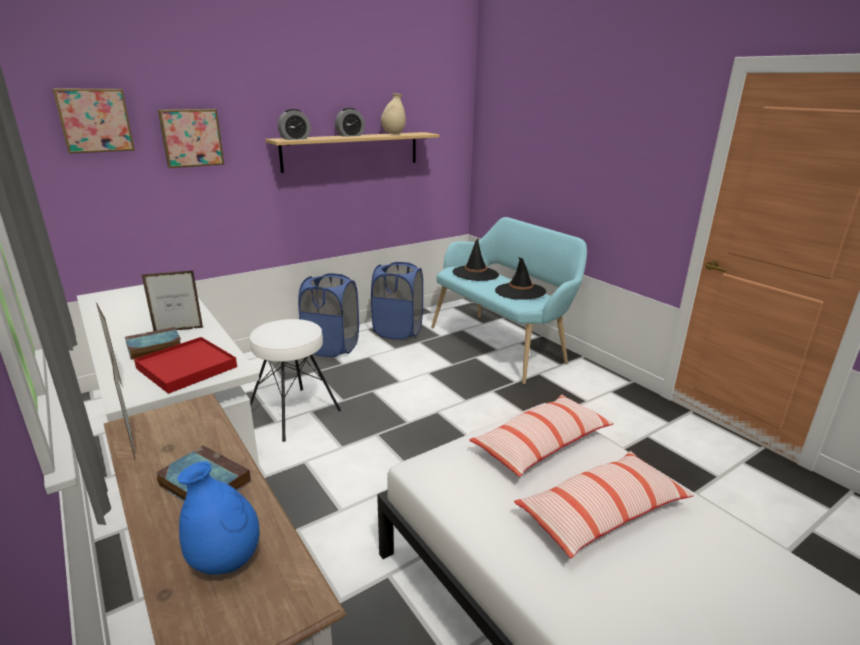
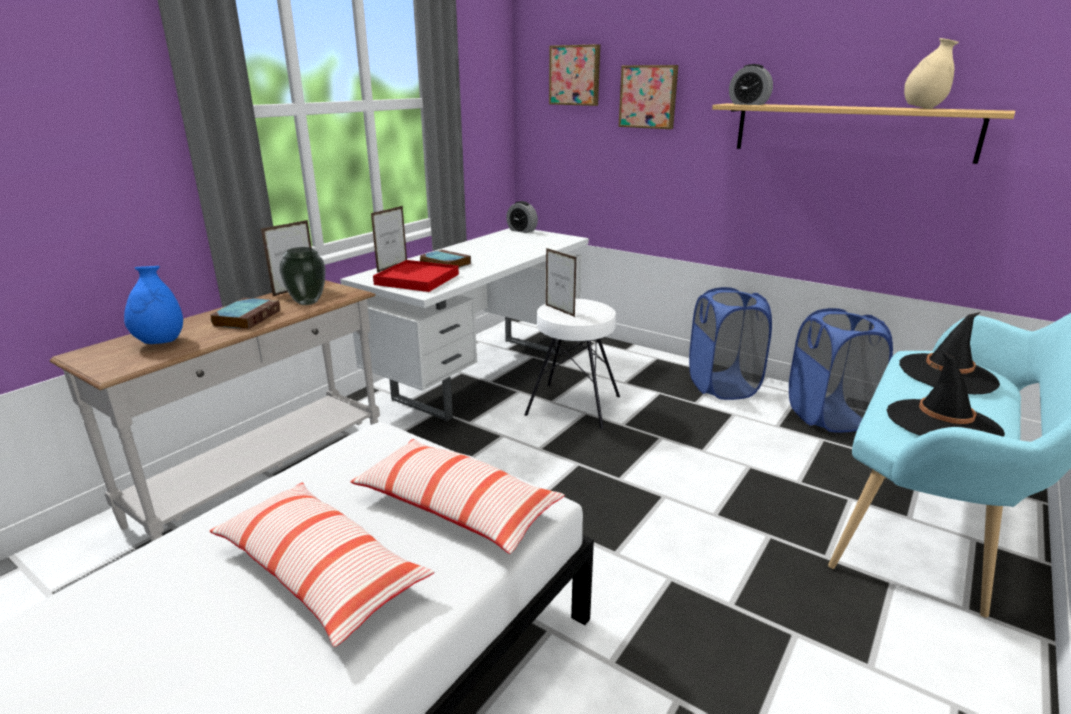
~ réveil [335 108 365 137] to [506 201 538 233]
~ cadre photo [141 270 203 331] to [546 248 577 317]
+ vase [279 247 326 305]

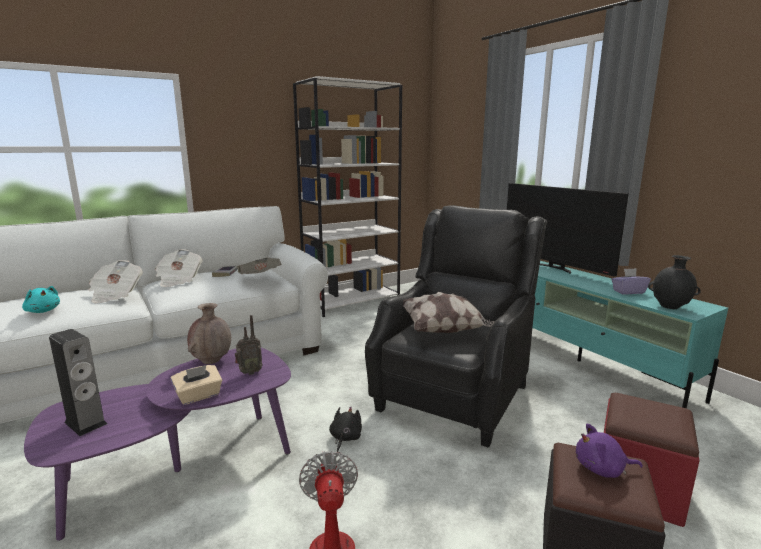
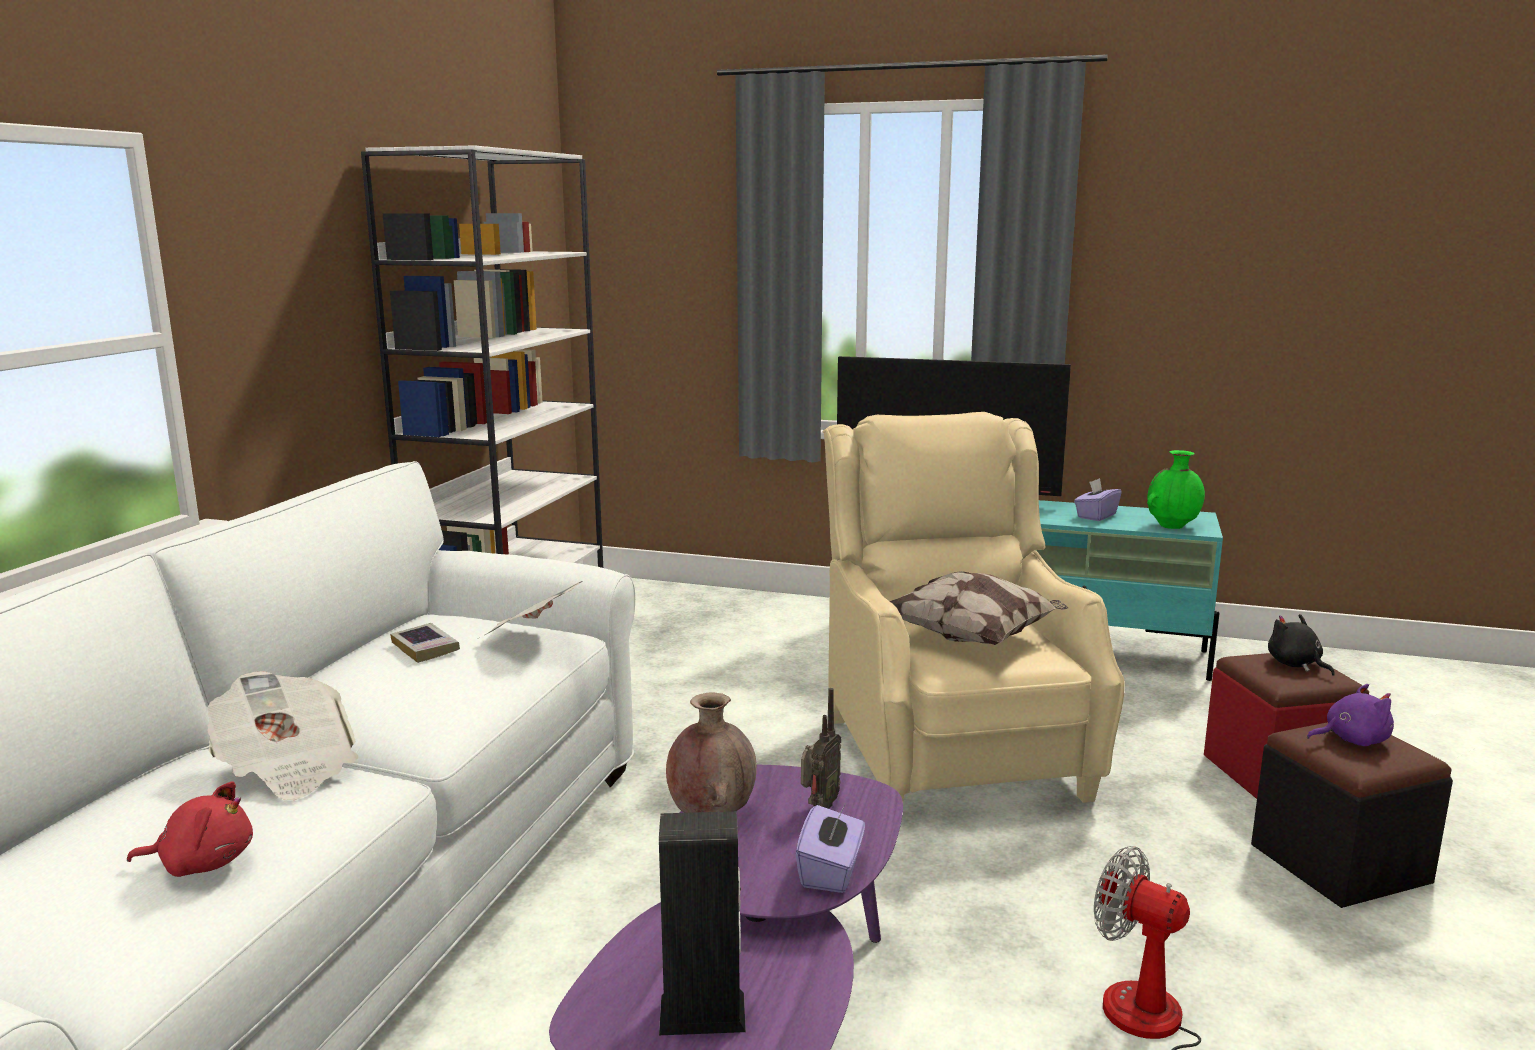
~ fauteuil [noir] [365 205 547 448] to fauteuil [beige] [822 412 1125 803]
- journal [155 249 203 287]
~ vase [noir] [648 255 701 309] to vase [vert] [1147 450 1205 529]
~ peluche [turquoise] [22 286 60 313] to peluche [rouge] [127 781 253 877]
~ boîte à mouchoirs [beige] [170 365 222 405] to boîte à mouchoirs [violet] [796 805 865 893]
~ peluche [noir] [329 406 362 452] to [1268 614 1335 676]
~ peluche [violet] [576 424 643 478] = [1307 684 1394 746] 150 degrees counterclockwise

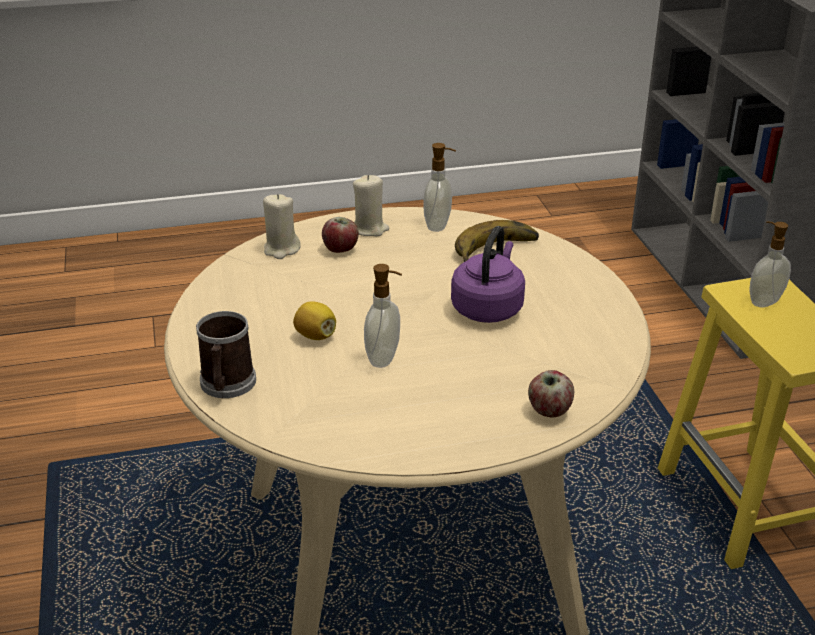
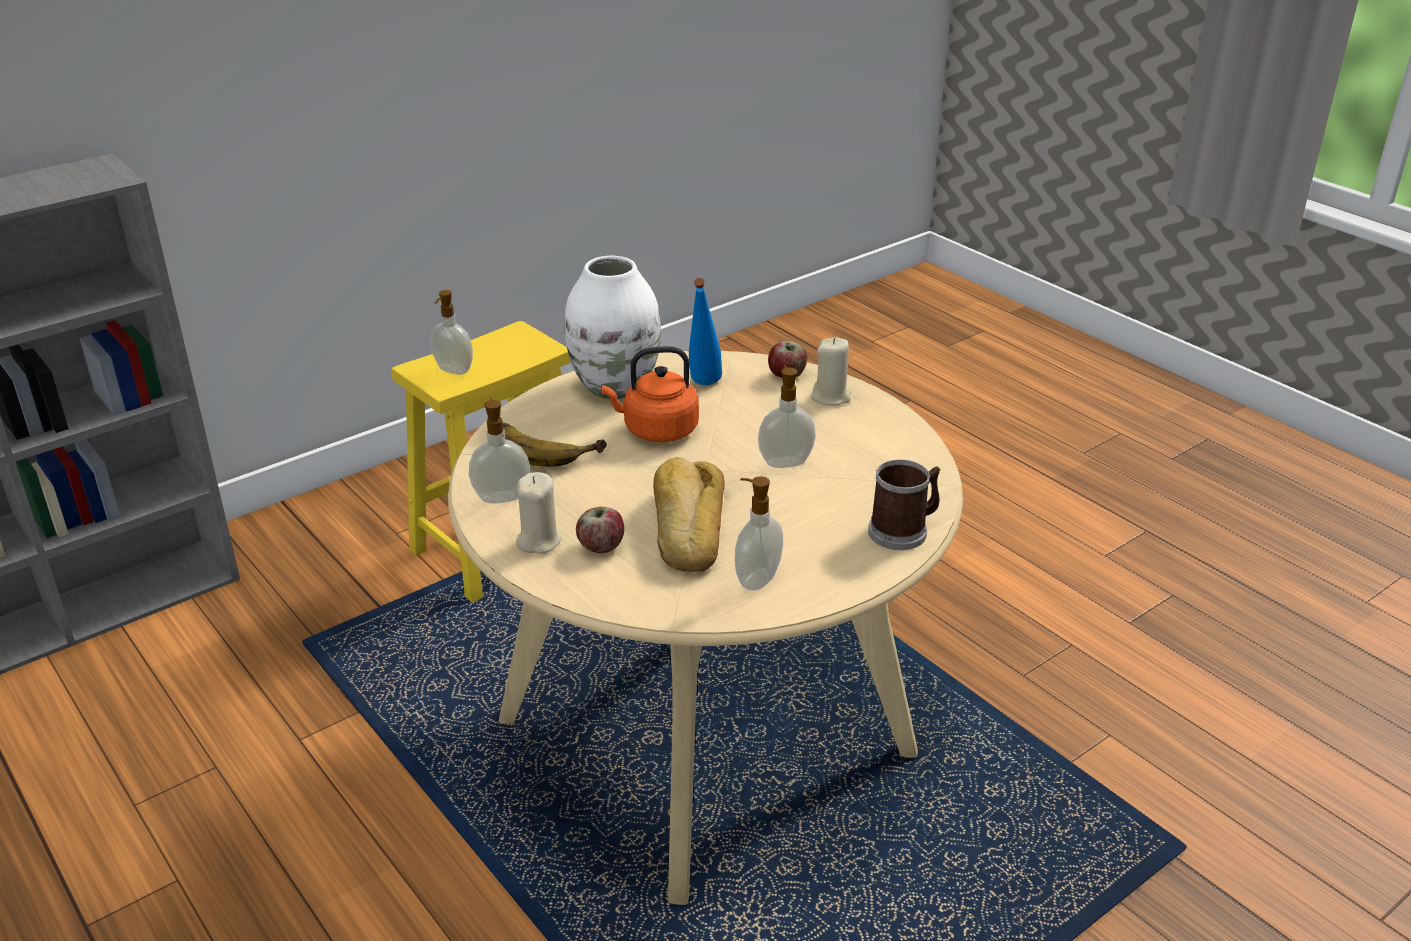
~ bougie [beige] [263 194 301 259] to [811 337 851 406]
~ bouilloire [violet] [451 226 525 323] to bouilloire [orange] [601 346 699 442]
- citron [293 301 336 340]
+ vase [blanc] [565 256 661 399]
+ bouteille [bleu] [689 278 722 385]
+ pain [653 457 725 572]
+ distributeur de savon [735 476 783 591]

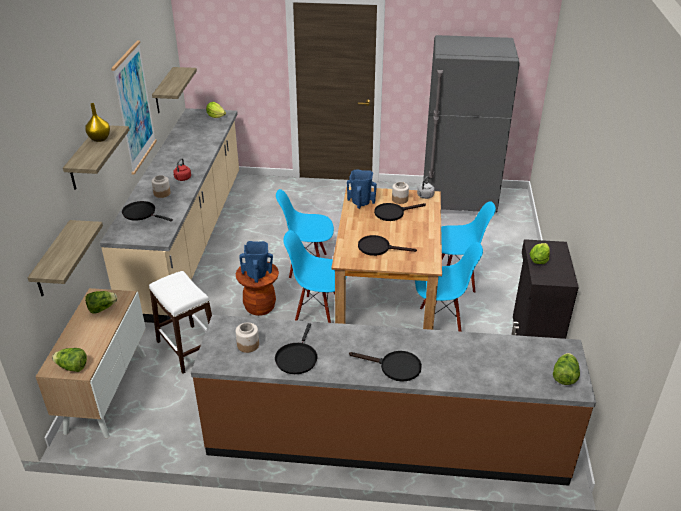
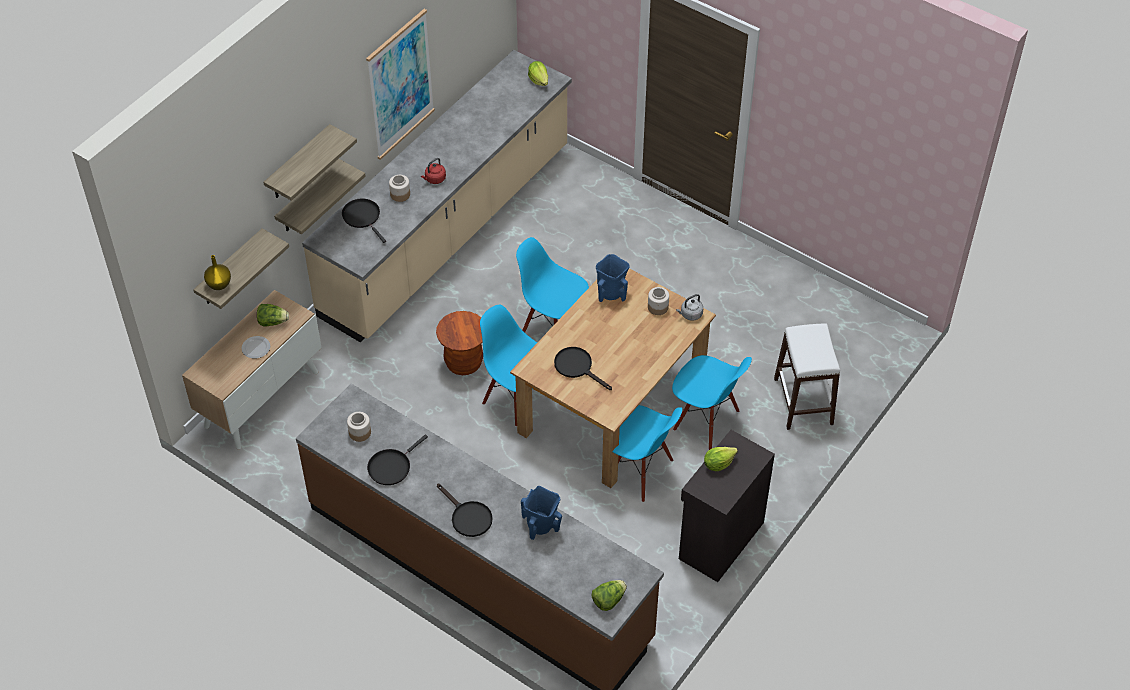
- réfrigérateur [gris] [423 35 520 212]
~ étagère [152 67 197 113] to [274 159 365 234]
~ vase [jaune] [85 103 110 142] to [204 255 231 290]
- poêle [noir] [374 203 426 221]
~ vase [bleu] [239 241 273 283] to [521 486 562 540]
~ tabouret [blanc] [149 271 212 374] to [774 324 840 430]
- laitue [52 348 87 372]
+ assiette [241 336 270 359]

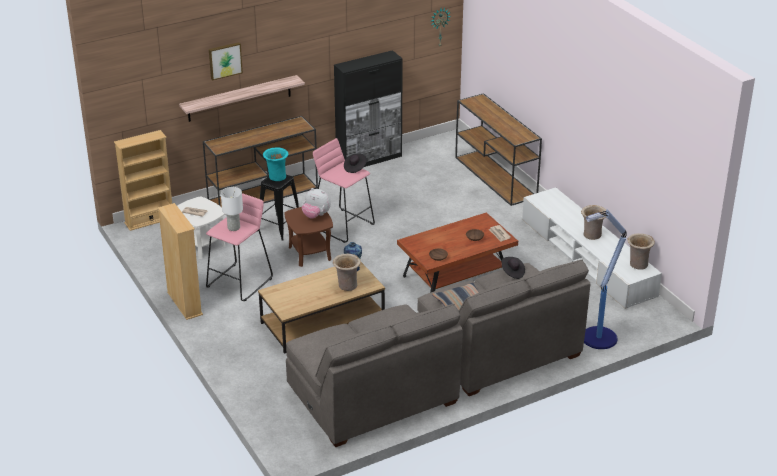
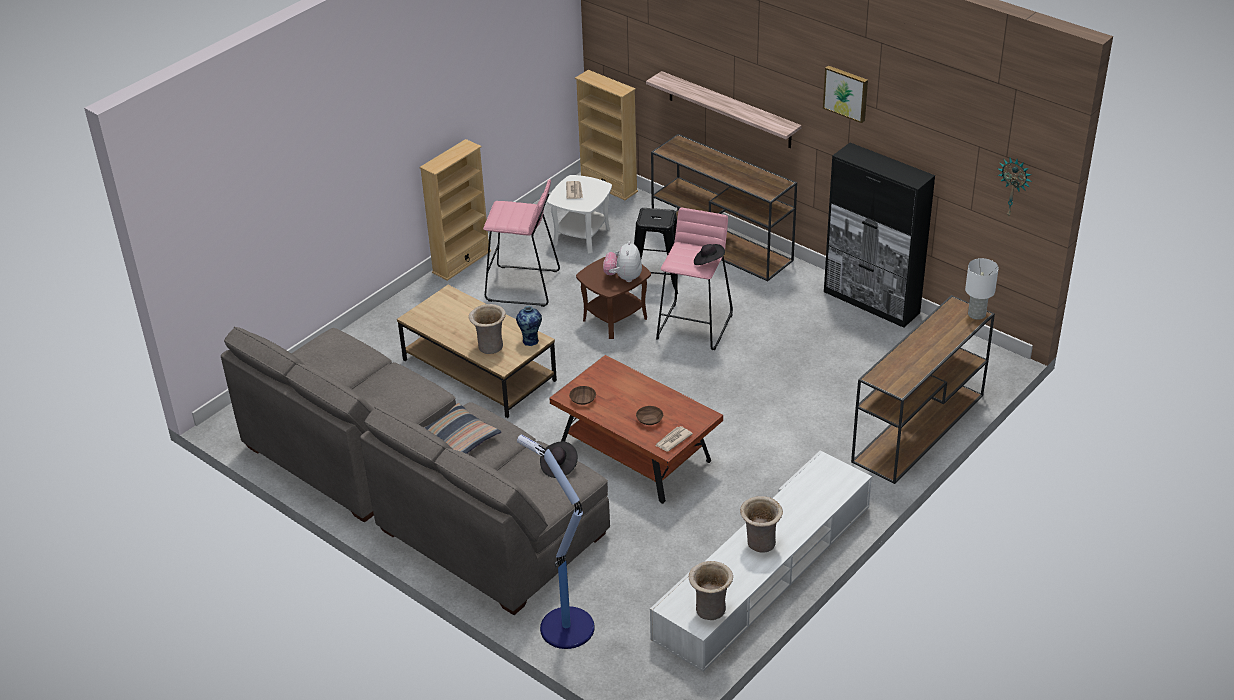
~ tableau [209 42 243 80] to [823 65 868 123]
- vase [turquoise] [263 147 288 181]
~ lampe de table [blanc] [221 187 243 231] to [965 258 999 320]

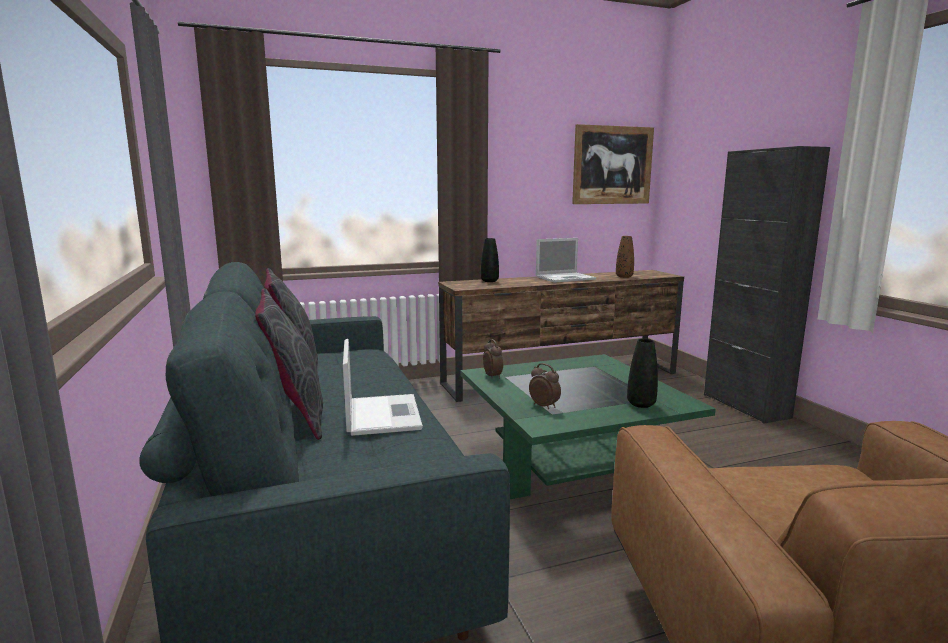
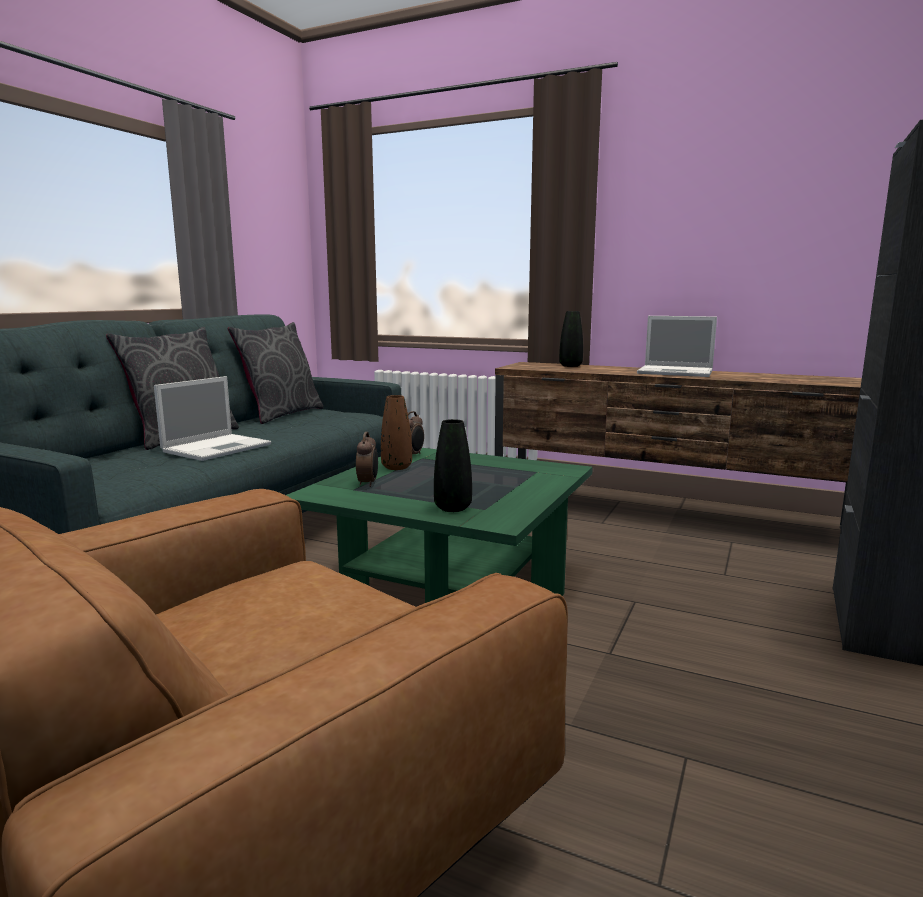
- tableau [572 124 654 204]
~ vase [marron] [616 236 634 278] to [381 395 412 470]

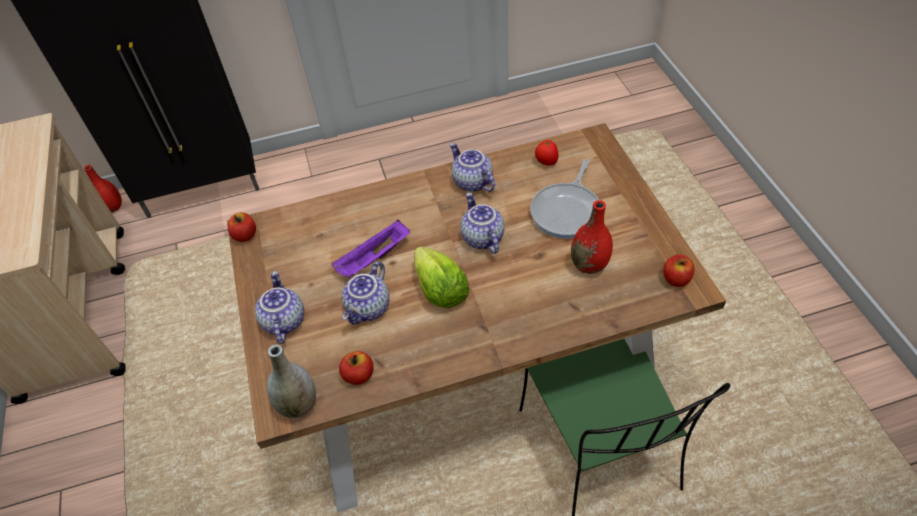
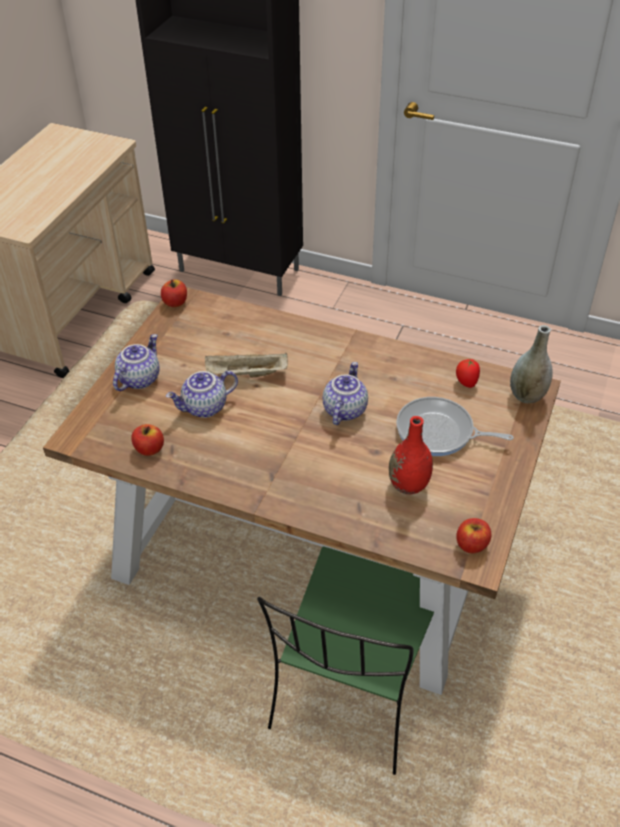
- théière [450 143 495 192]
~ poêle [530 159 599 239] = [396 397 514 456] 45 degrees clockwise
- vase [rouge] [84 165 122 213]
~ plateau [violet] [331 220 410 278] to plateau [beige] [205 353 288 378]
- laitue [414 246 470 308]
~ vase [gris] [267 345 316 418] to [510 325 553 403]

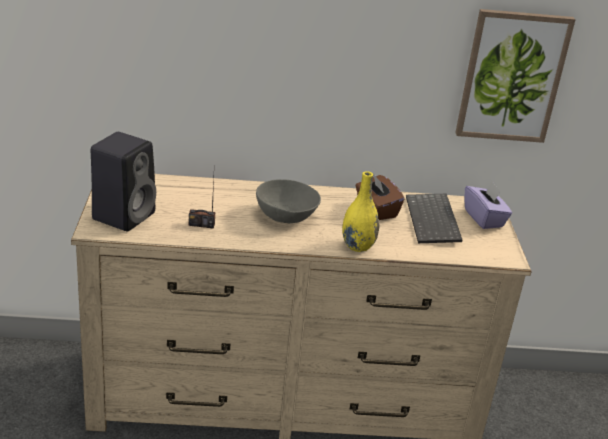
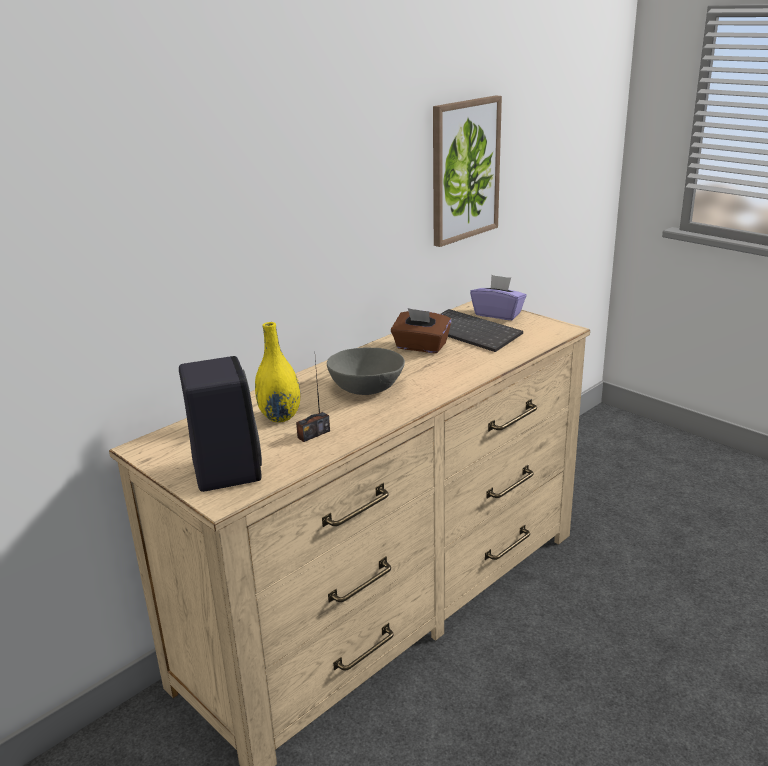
~ vase [jaune] [342 171 379 252] to [255 322 300 422]

